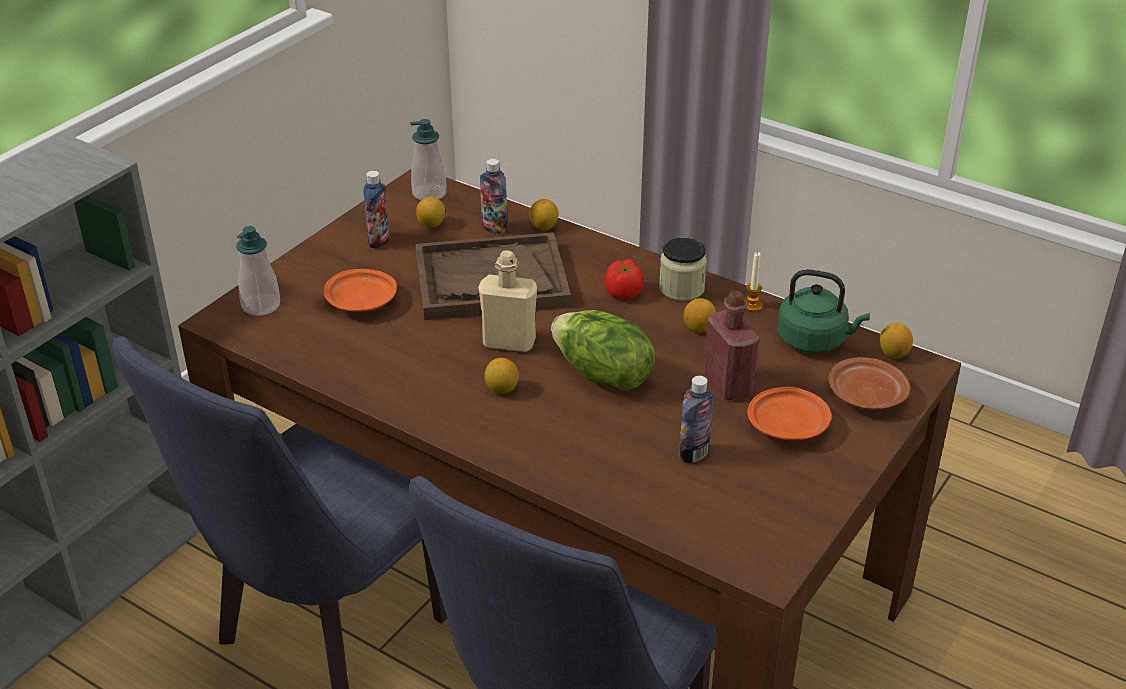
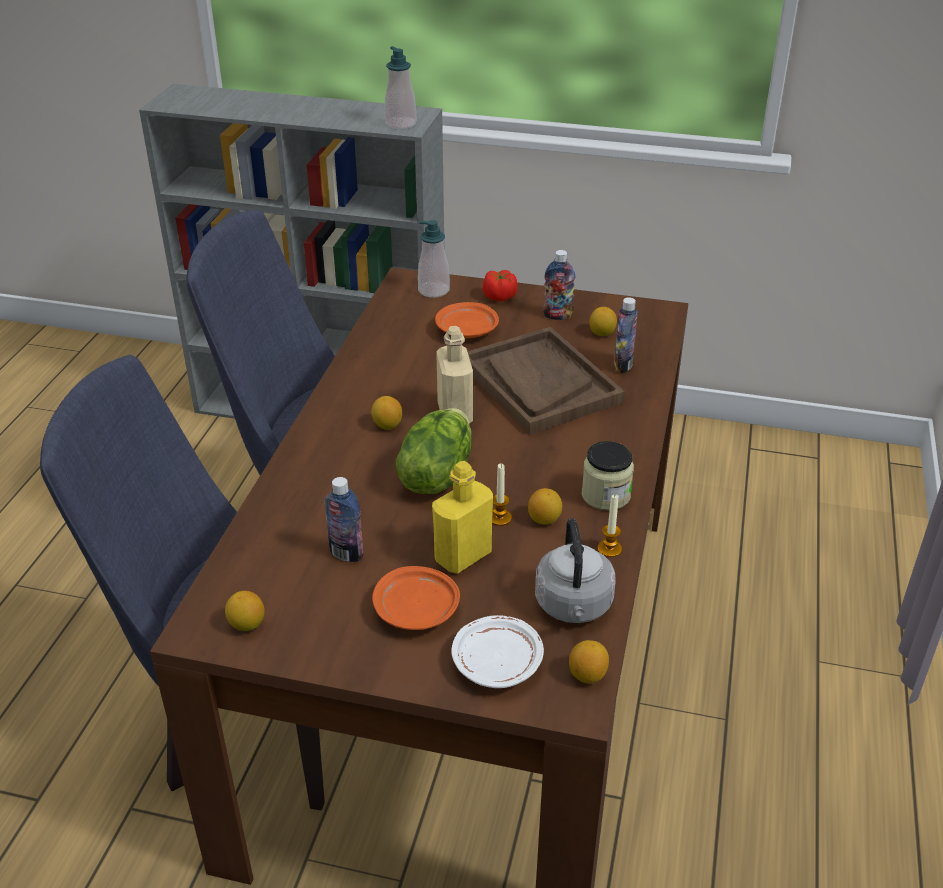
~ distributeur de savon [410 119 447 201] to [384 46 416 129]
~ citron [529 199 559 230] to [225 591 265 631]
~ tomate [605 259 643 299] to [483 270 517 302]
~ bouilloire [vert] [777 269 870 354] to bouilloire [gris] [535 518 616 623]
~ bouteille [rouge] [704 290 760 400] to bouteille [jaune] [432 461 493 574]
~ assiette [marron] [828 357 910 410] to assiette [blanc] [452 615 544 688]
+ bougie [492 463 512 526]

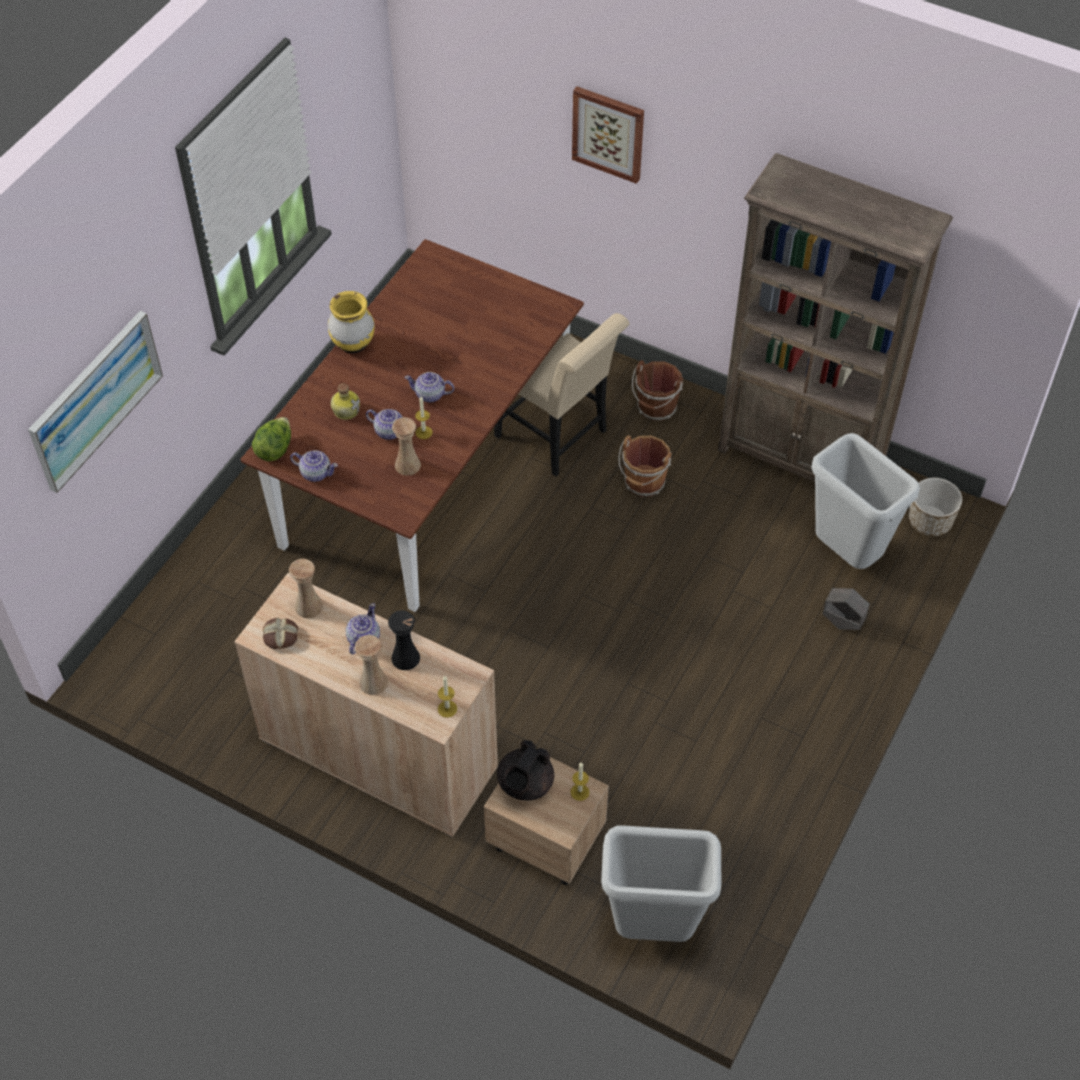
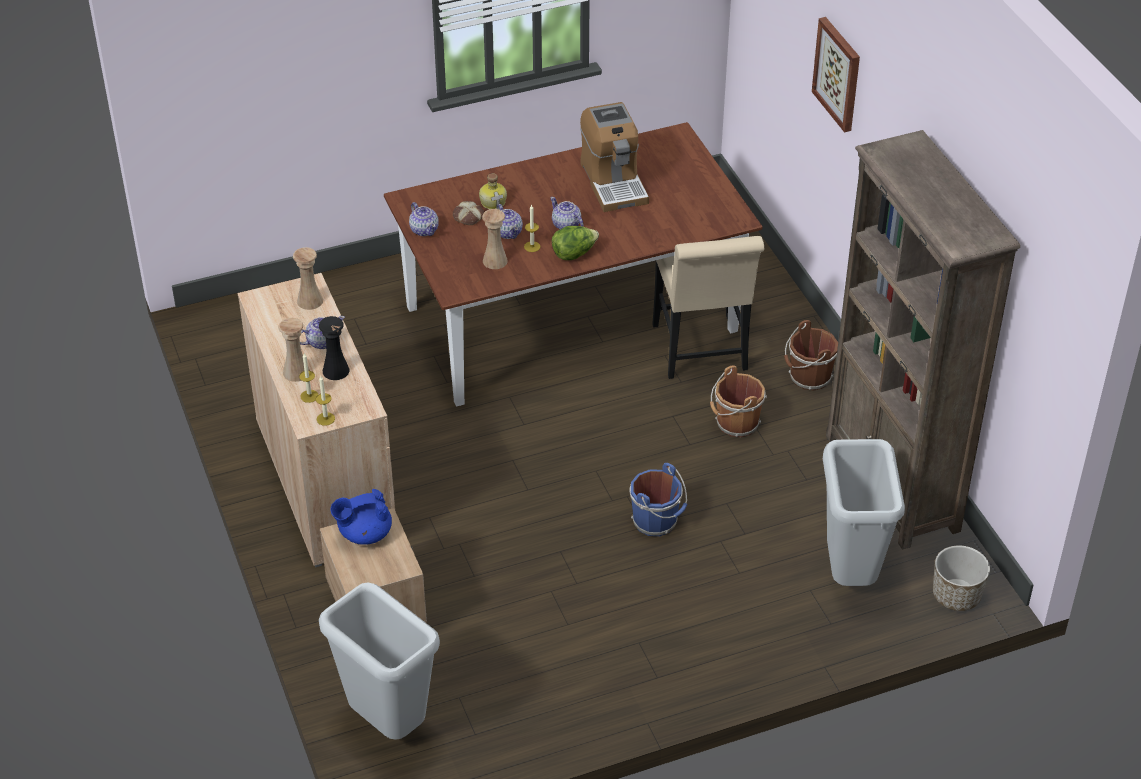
- vase [jaune] [327 291 375 353]
- tableau [28 311 163 493]
~ laitue [252 417 291 462] to [552 226 599 260]
- cache-pot [gris] [822 588 870 630]
~ pain [263 618 298 649] to [453 201 484 225]
~ théière [noir] [497 740 554 800] to théière [bleu] [330 489 392 545]
~ bougie [571 763 590 801] to [299 353 318 403]
+ machine à café [580 102 649 212]
+ seau [bleu] [630 463 687 536]

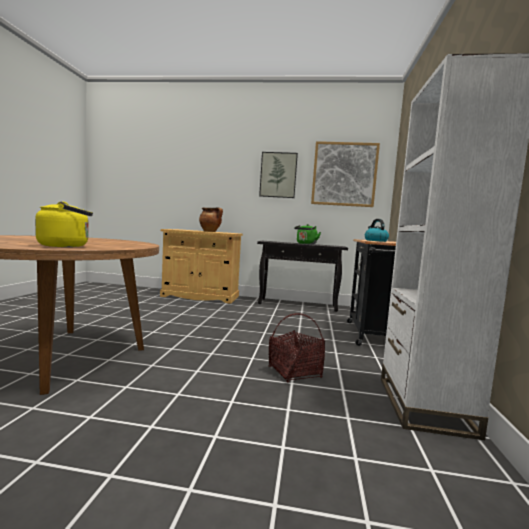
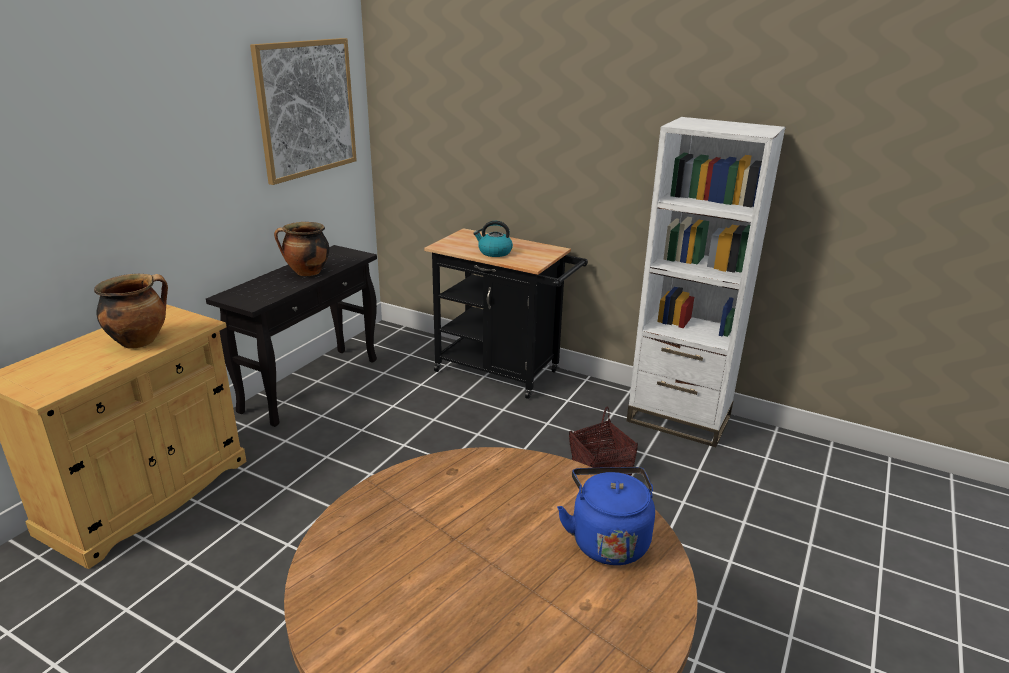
- tableau [259 152 298 198]
~ bouilloire [jaune] [35 201 93 247] to bouilloire [bleu] [557 467 655 565]
~ bouilloire [vert] [294 224 321 245] to marmite [274 222 329 276]

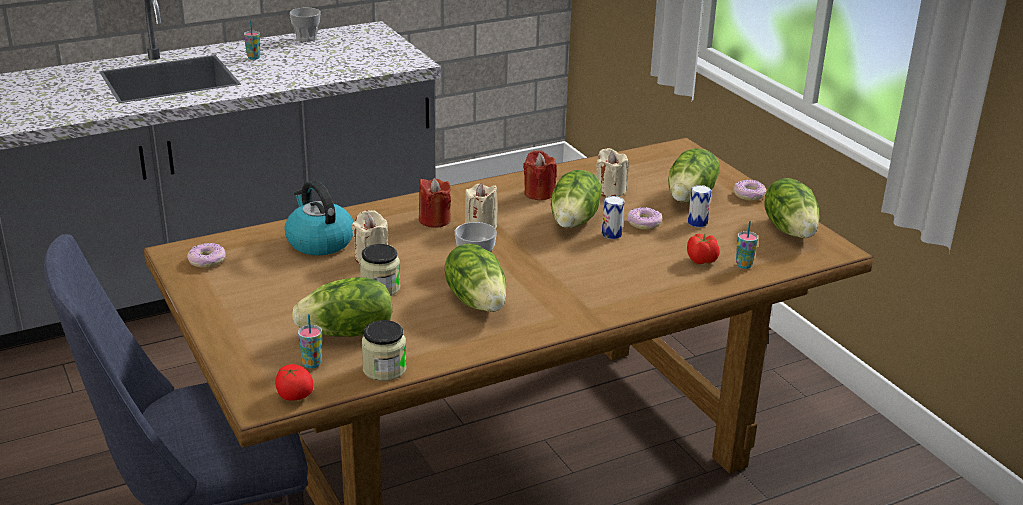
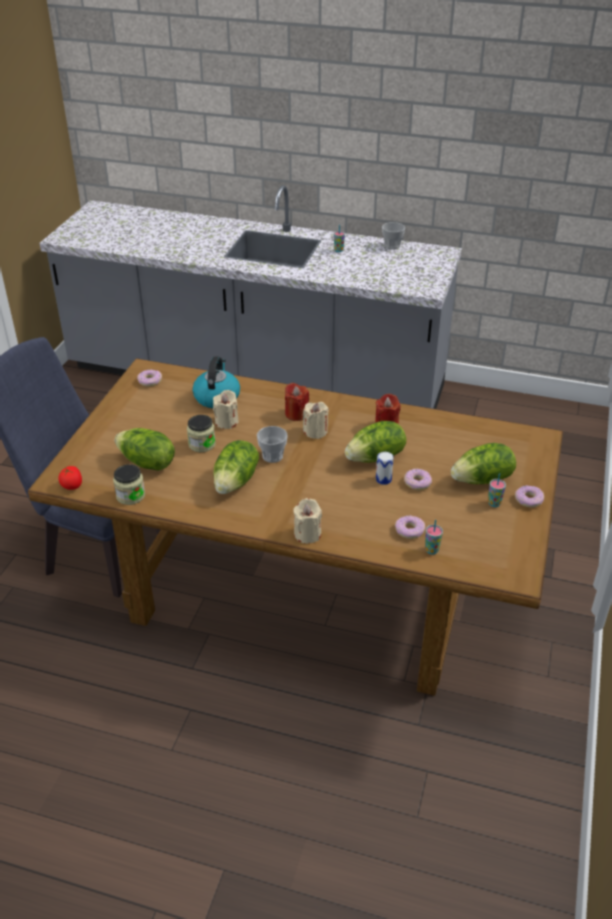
~ bougie [beige] [596 148 629 197] to [293 498 322 544]
- laitue [765 178 820 238]
- boîte métallique [688 185 712 227]
~ tomate [687 234 720 264] to beignet [395 515 425 539]
~ tasse [298 314 322 368] to [488 473 506 507]

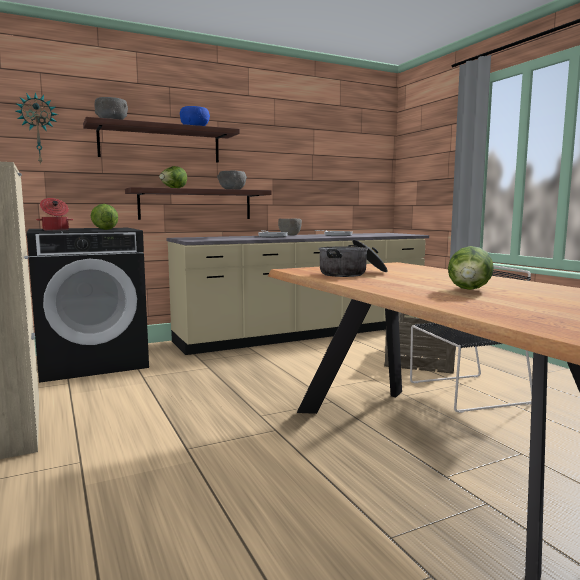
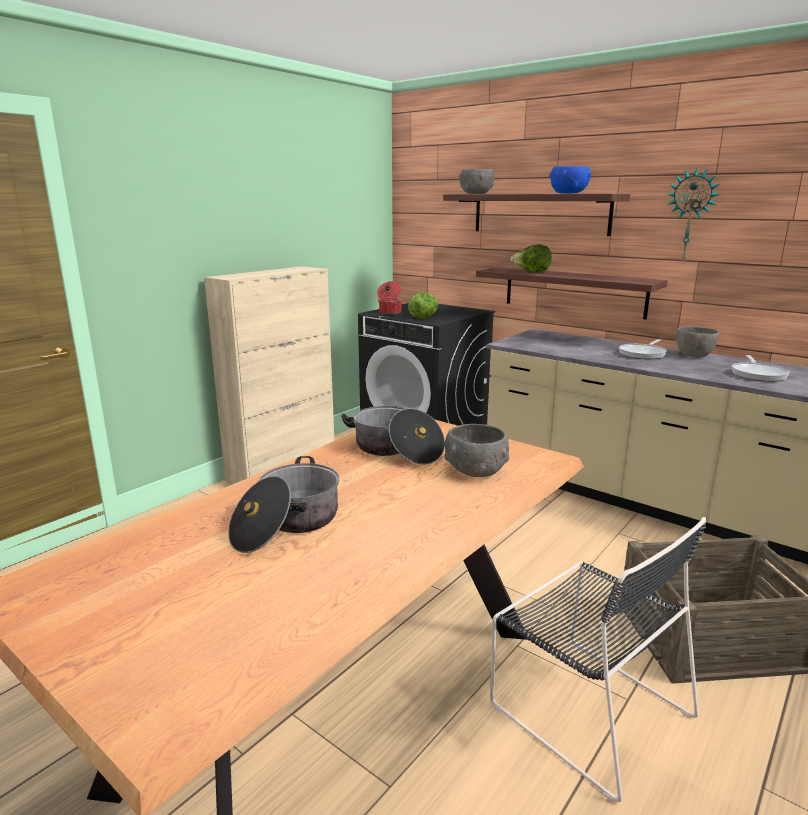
~ horloge murale [15 92 58 165] to [667 168 721 262]
~ bol [gris] [217 171 247 189] to [444 424 509 477]
~ laitue [448 246 494 290] to marmite [228 456 339 553]

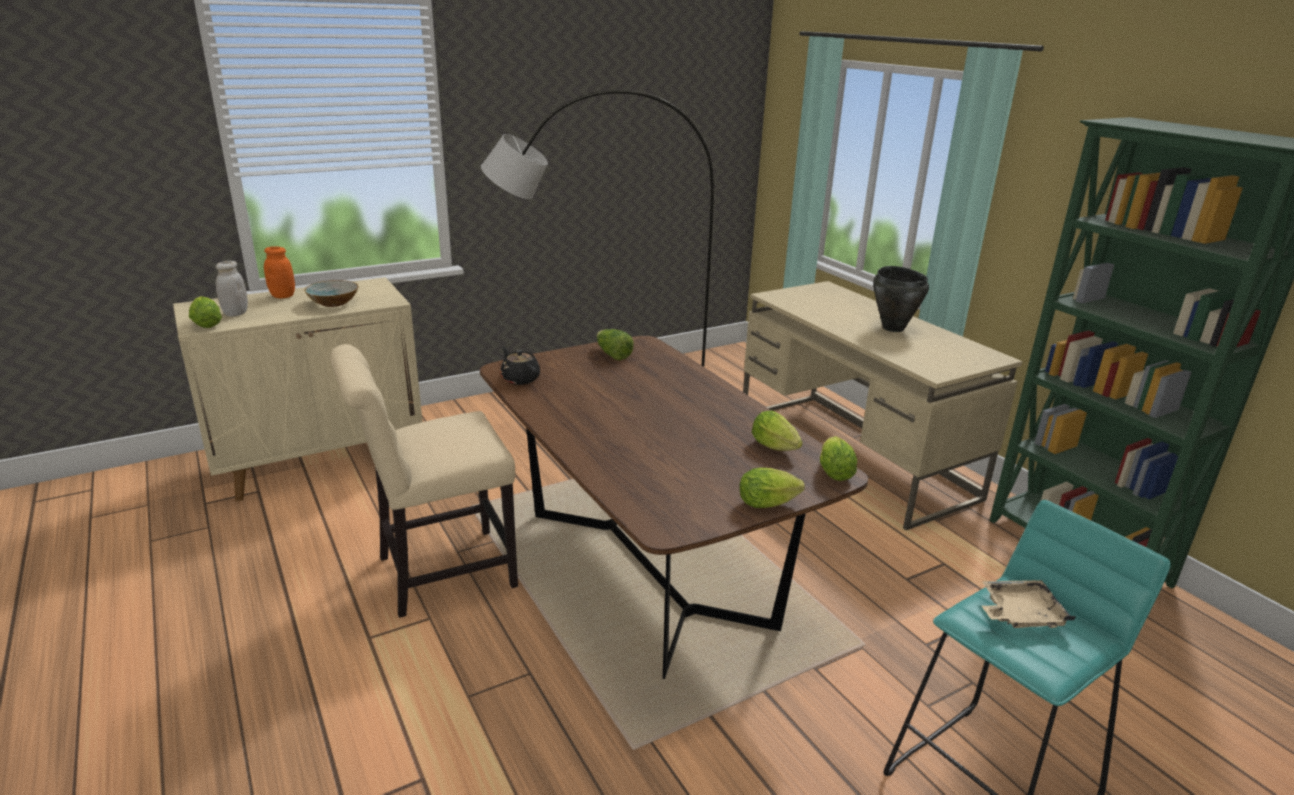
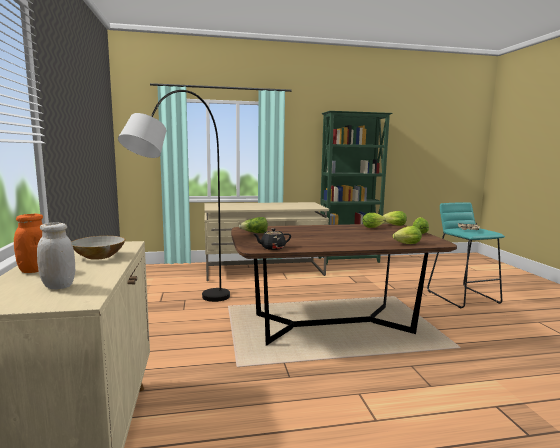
- marmite [noir] [873 266 929 332]
~ laitue [189 296 222 328] to [392 226 422 244]
- chaise [beige] [330 344 518 618]

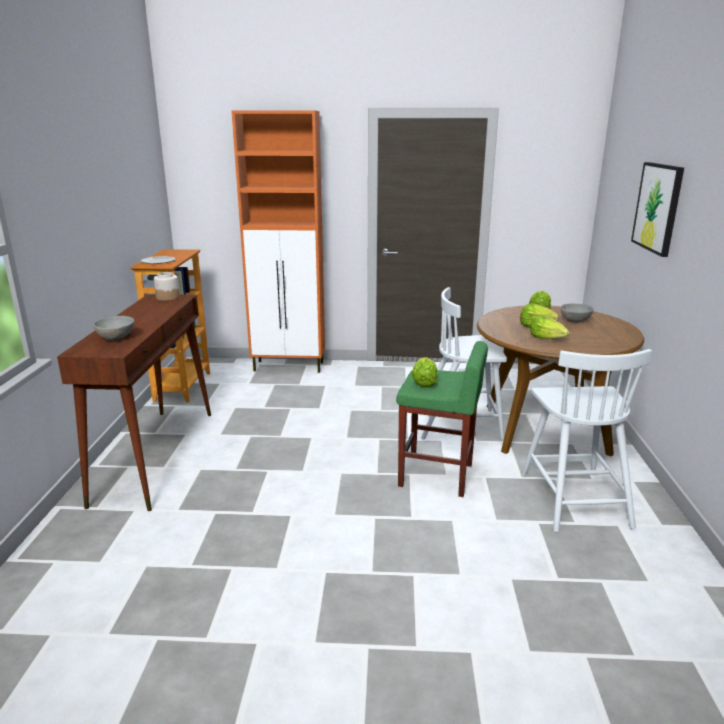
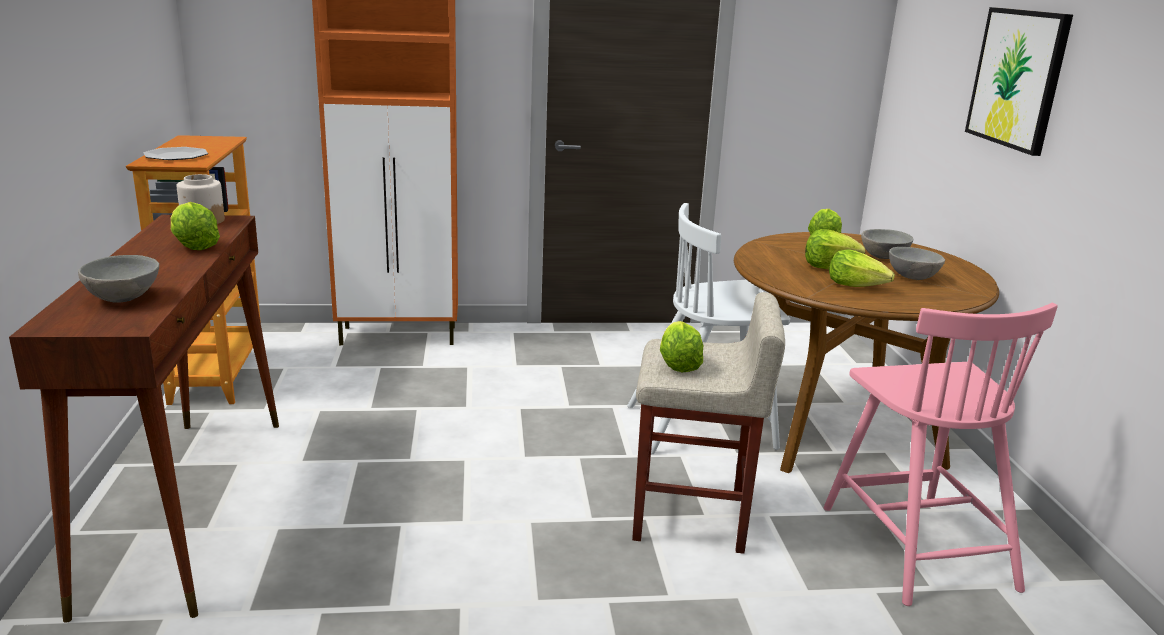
~ tabouret [vert] [396 341 488 497] to tabouret [beige] [632 292 785 554]
~ chaise [blanc] [521 349 652 532] to chaise [rose] [824 303 1058 606]
+ laitue [171 202 220 250]
+ bol [gris] [889 247 945 280]

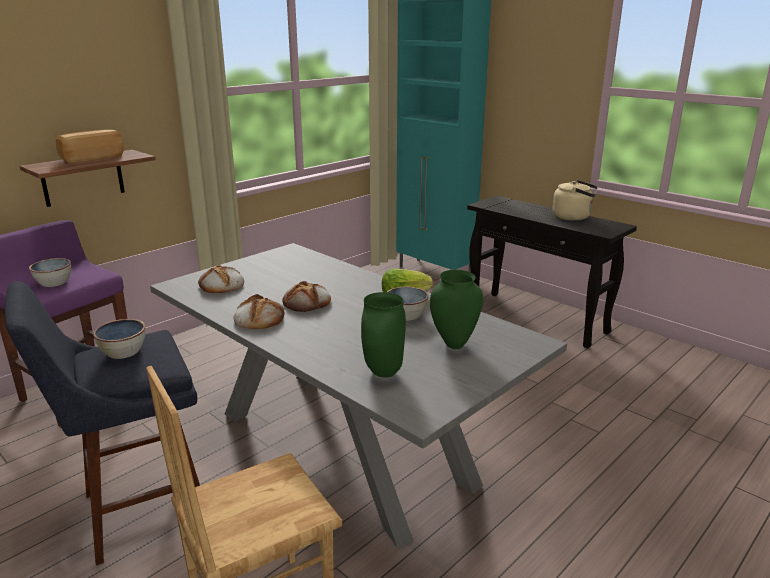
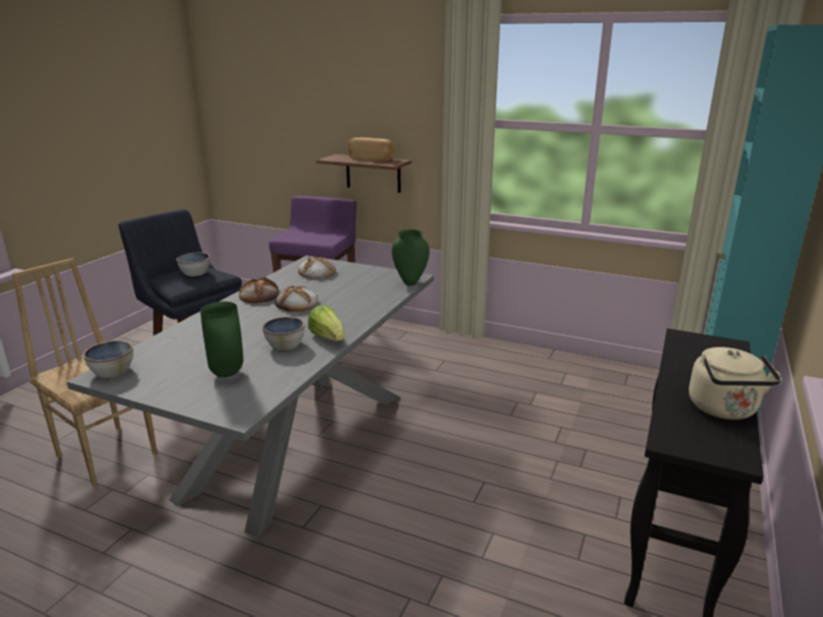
~ bol [29 258 71 287] to [83 340 133 378]
~ vase [vert] [361 292 406 378] to [392 229 429 286]

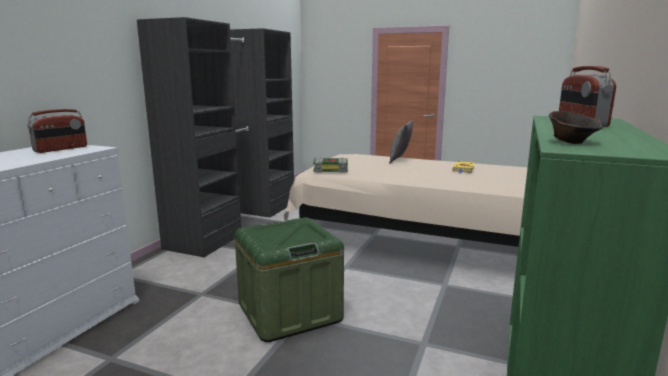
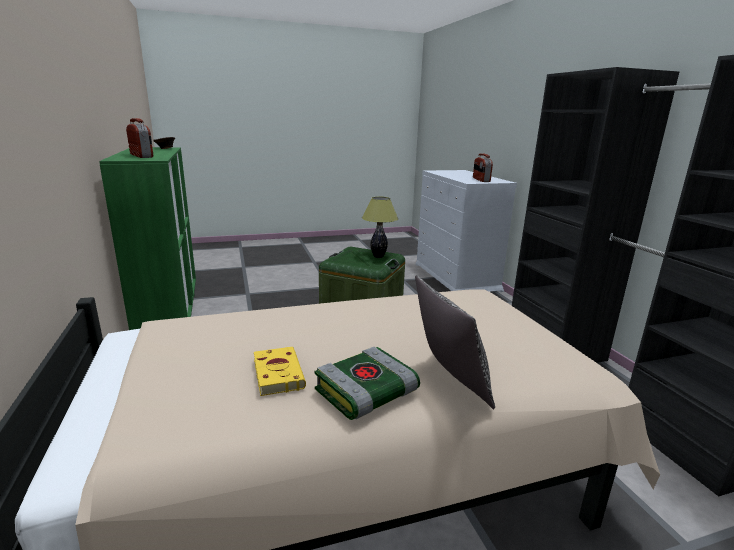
~ livre [313 157 348 172] to [315 347 420 420]
+ lampe de table [362 197 398 258]

